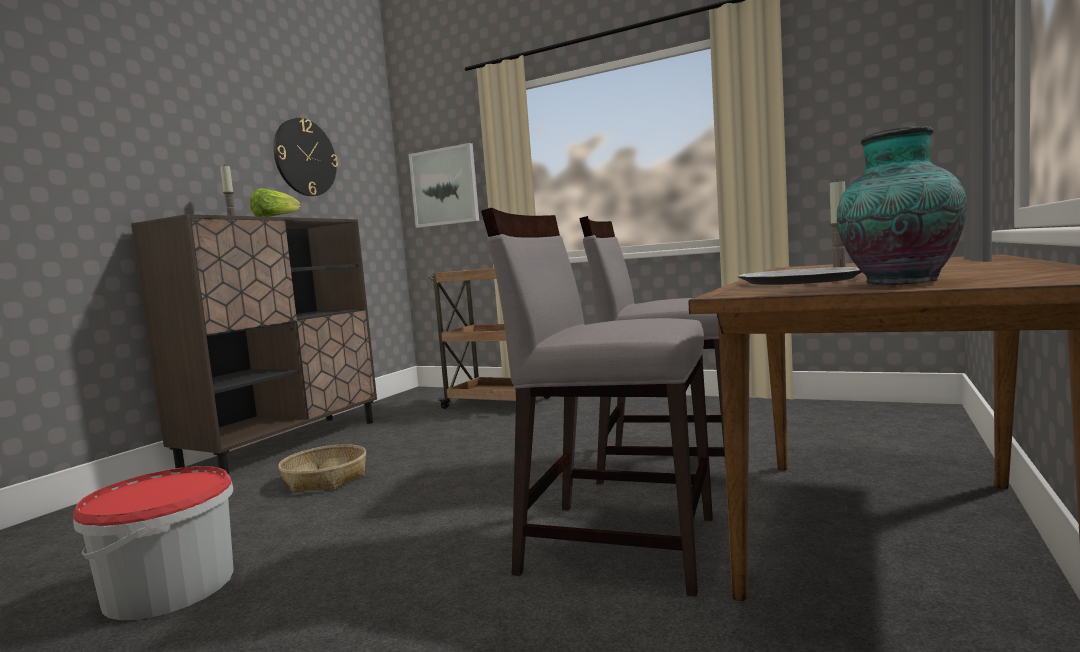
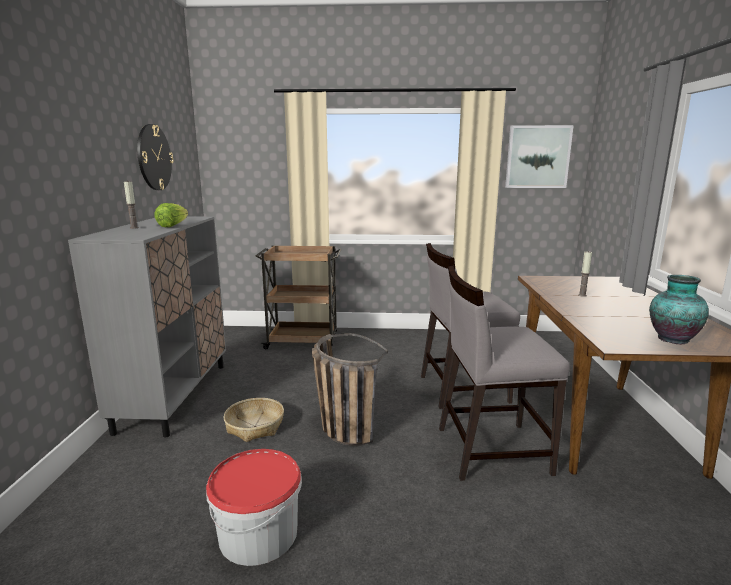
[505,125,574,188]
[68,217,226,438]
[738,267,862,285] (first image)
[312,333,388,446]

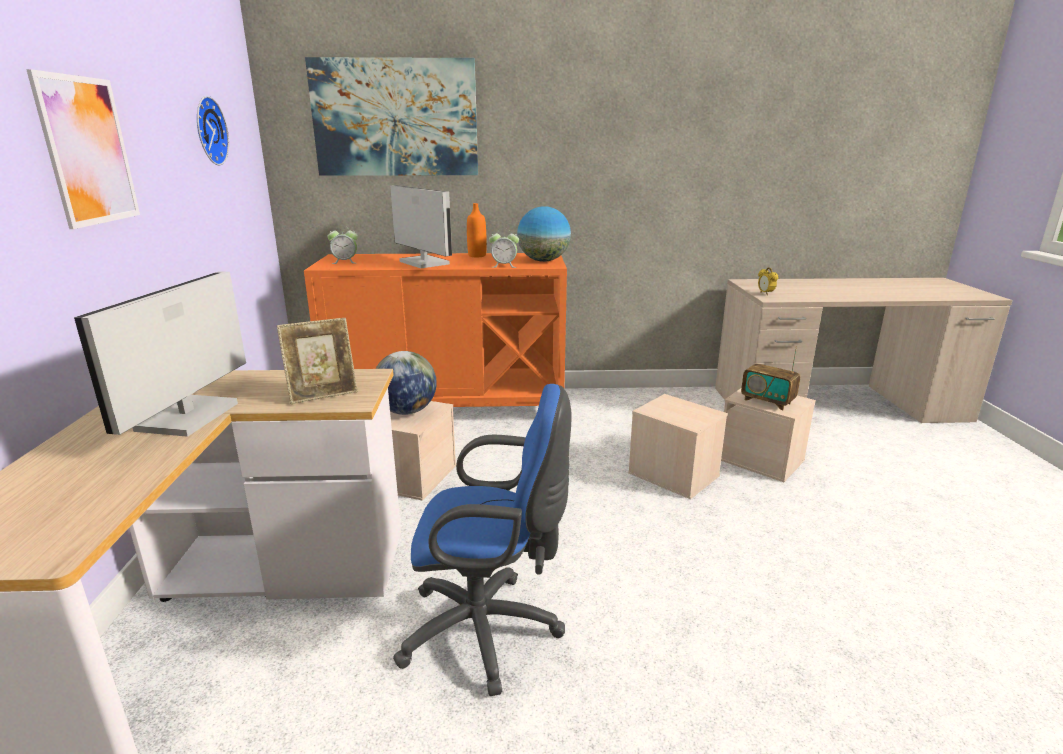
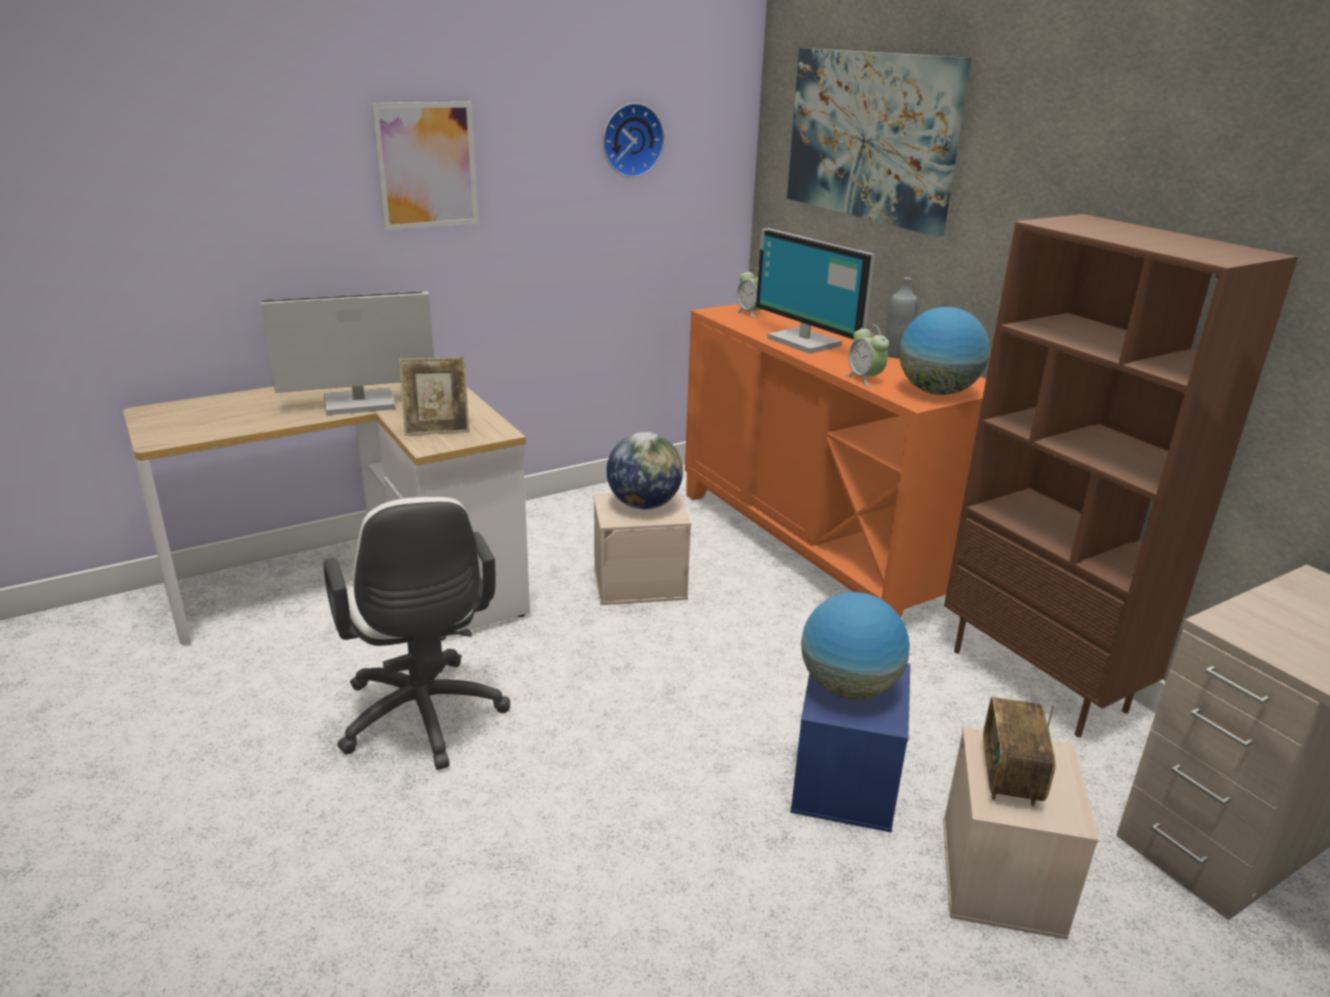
[756,228,875,354]
[885,277,918,358]
[758,268,778,295] (first image)
[399,357,470,436]
[323,497,510,770]
[790,663,910,833]
[944,214,1298,737]
[801,592,910,700]

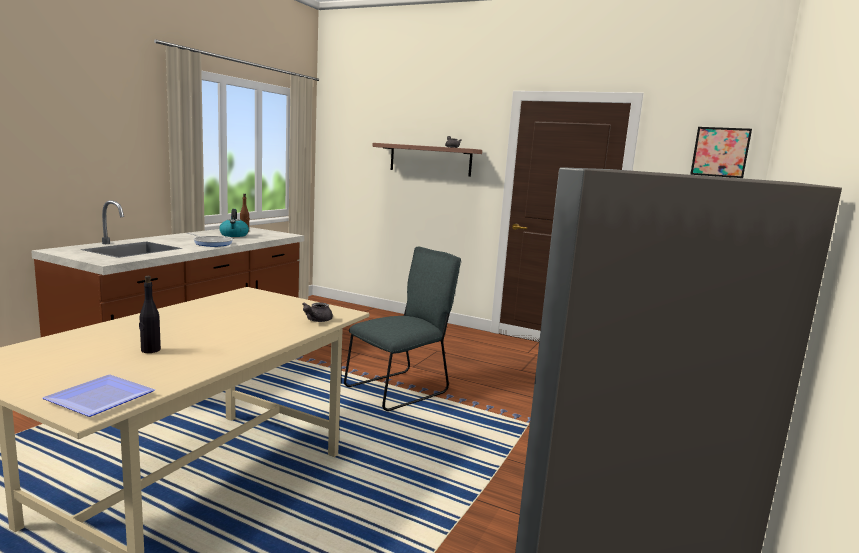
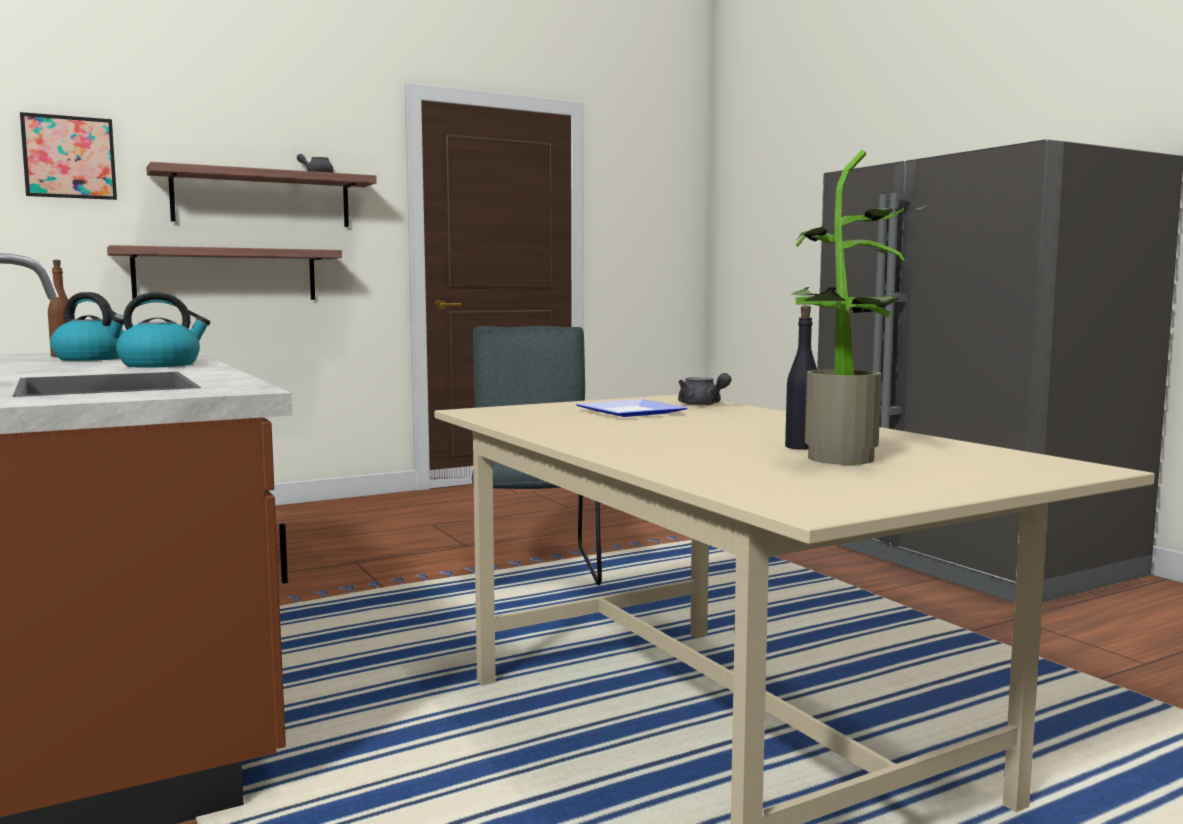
[20,112,117,200]
[116,292,210,368]
[576,399,688,417]
[791,150,928,465]
[107,245,342,300]

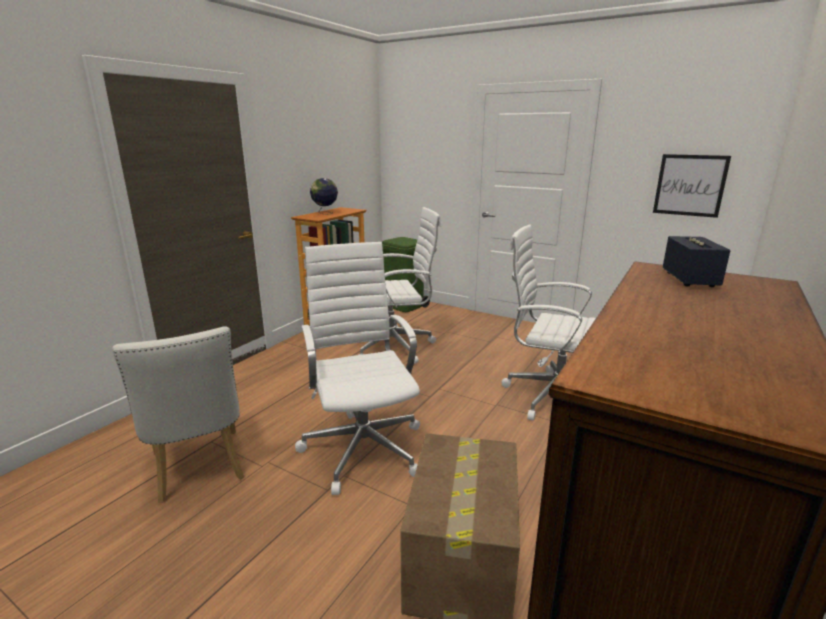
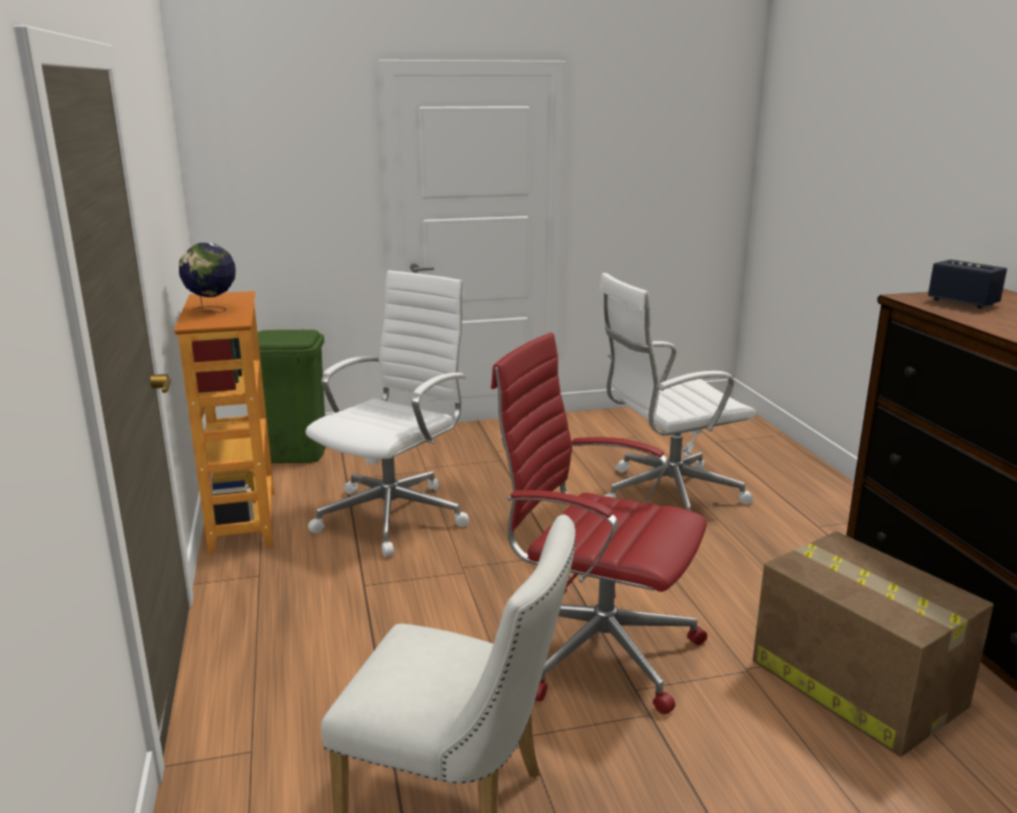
[653,154,731,218] (first image)
[491,333,707,714]

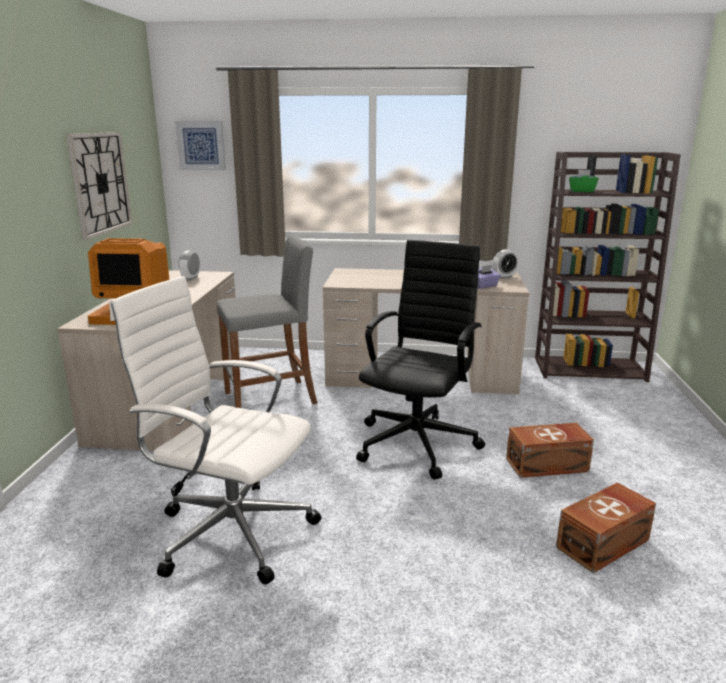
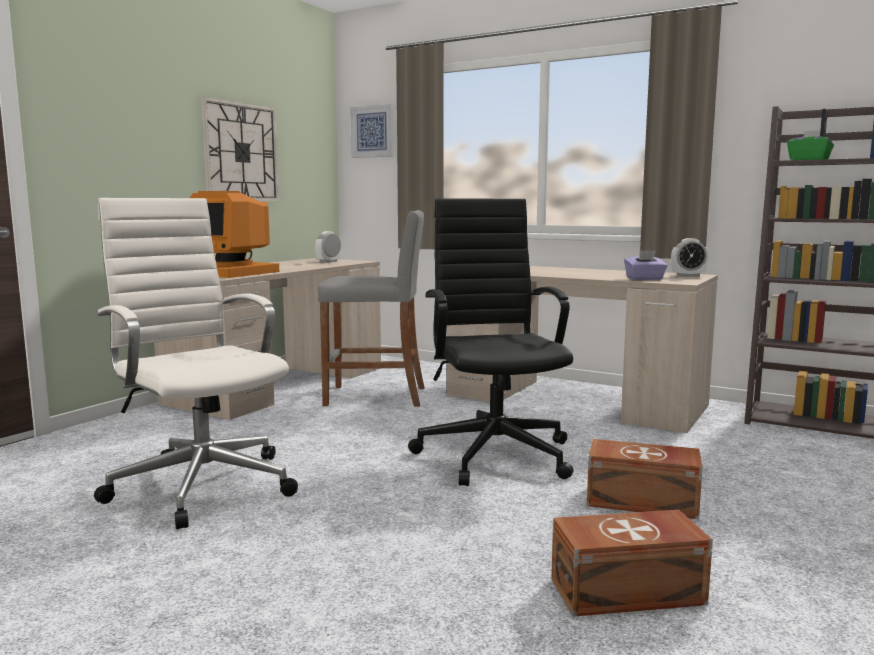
[408,199,574,486]

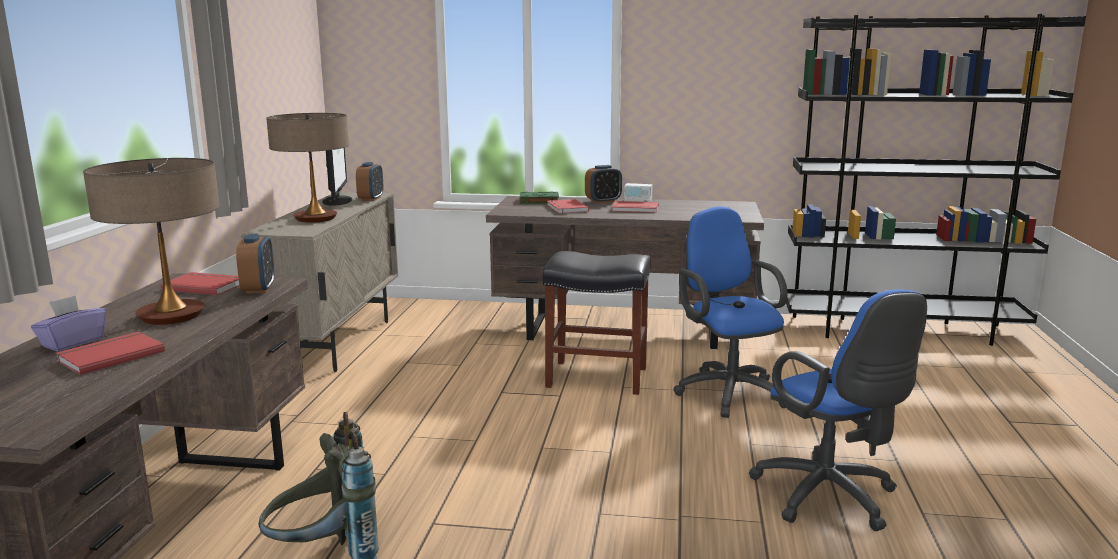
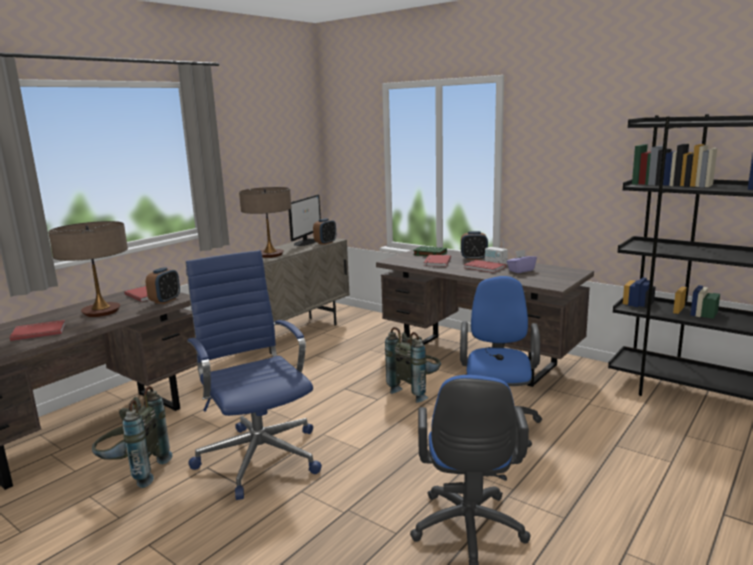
[385,327,441,403]
[506,250,537,273]
[186,250,322,500]

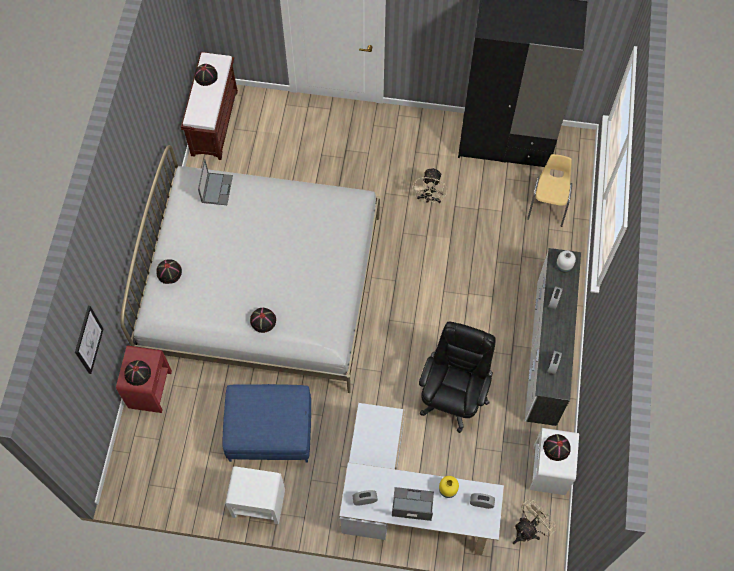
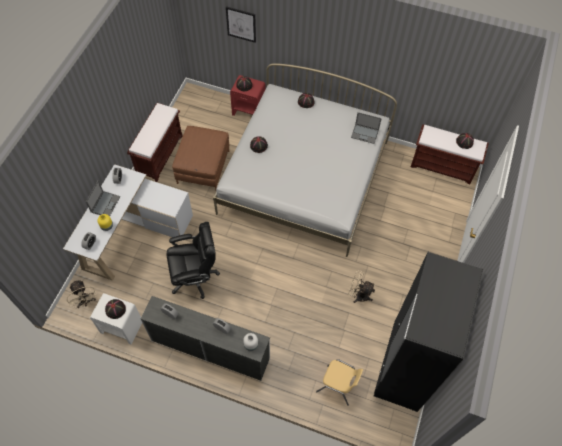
[167,222,220,299]
[172,126,230,191]
[127,103,182,182]

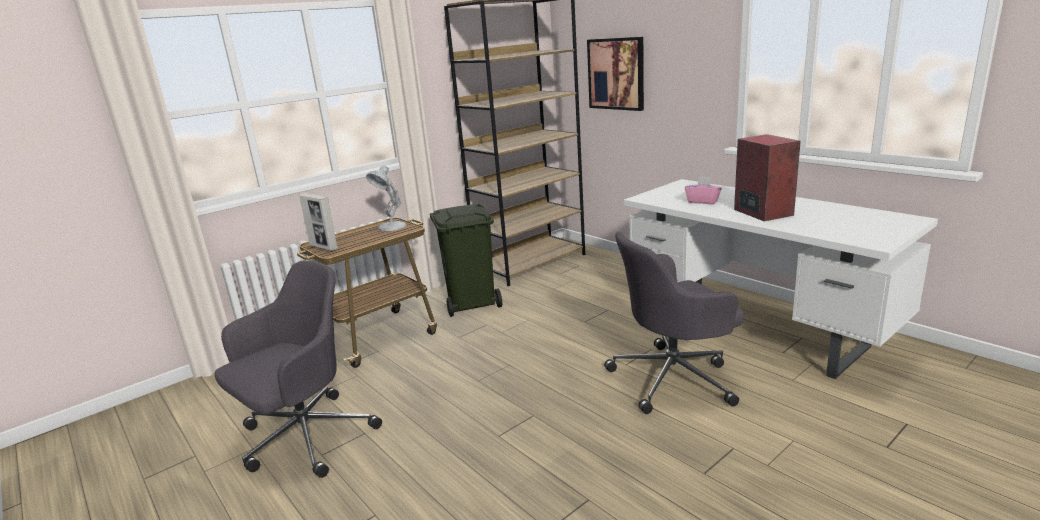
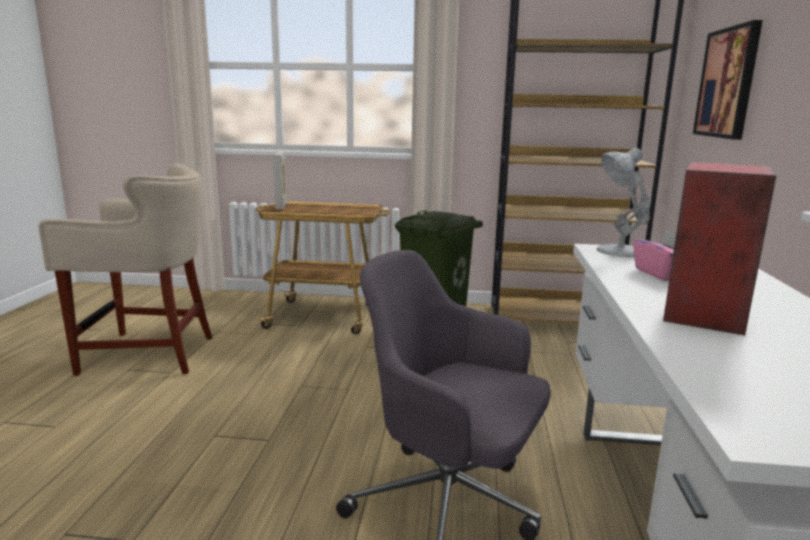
[597,148,650,257]
[38,164,212,376]

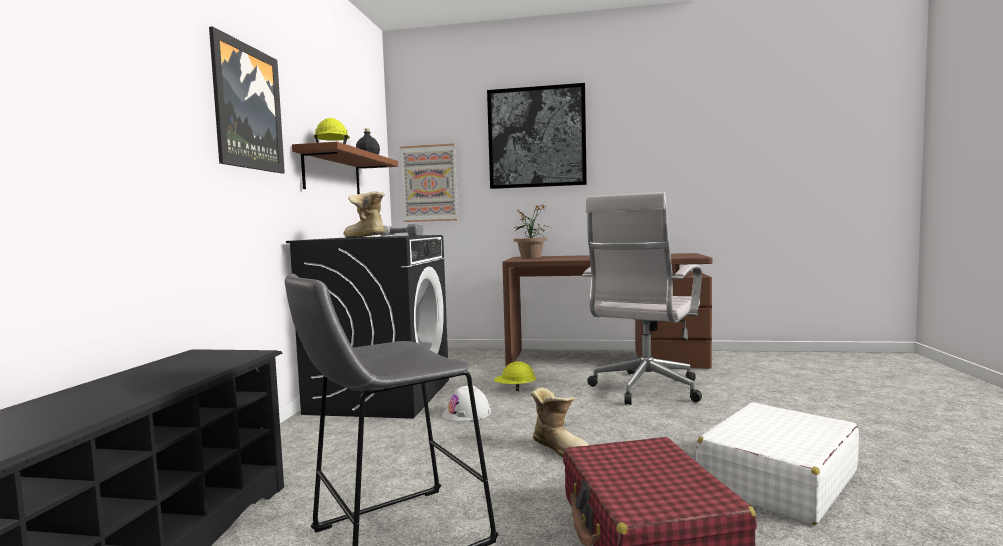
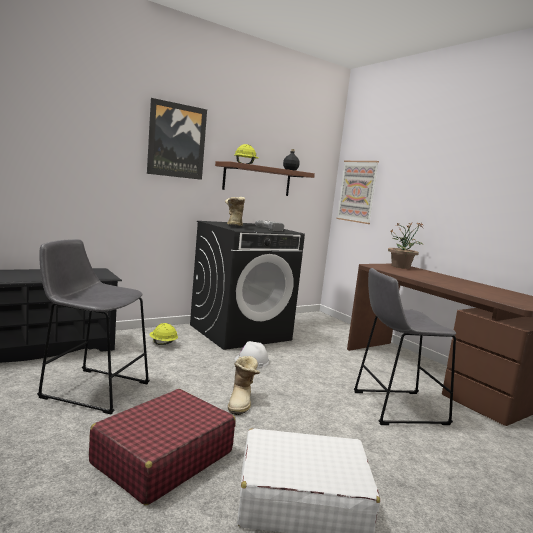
[487,83,587,189] (first image)
[354,268,457,425]
[150,323,178,345]

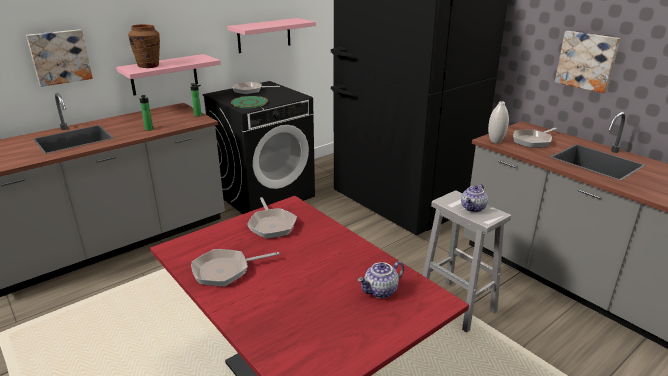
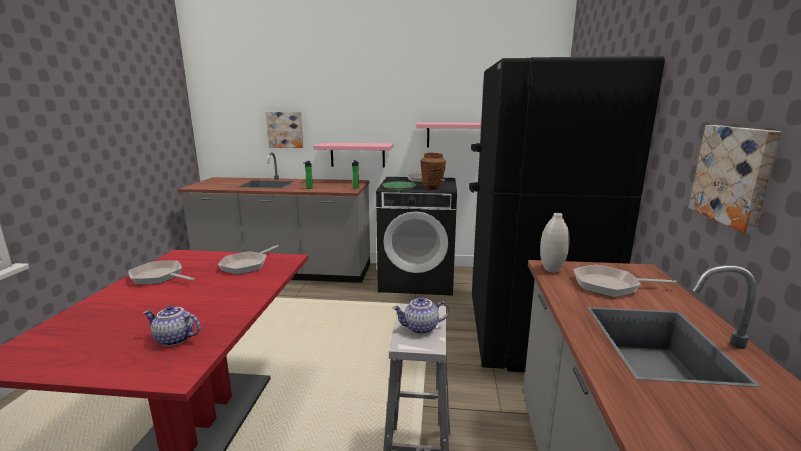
[420,153,446,190]

